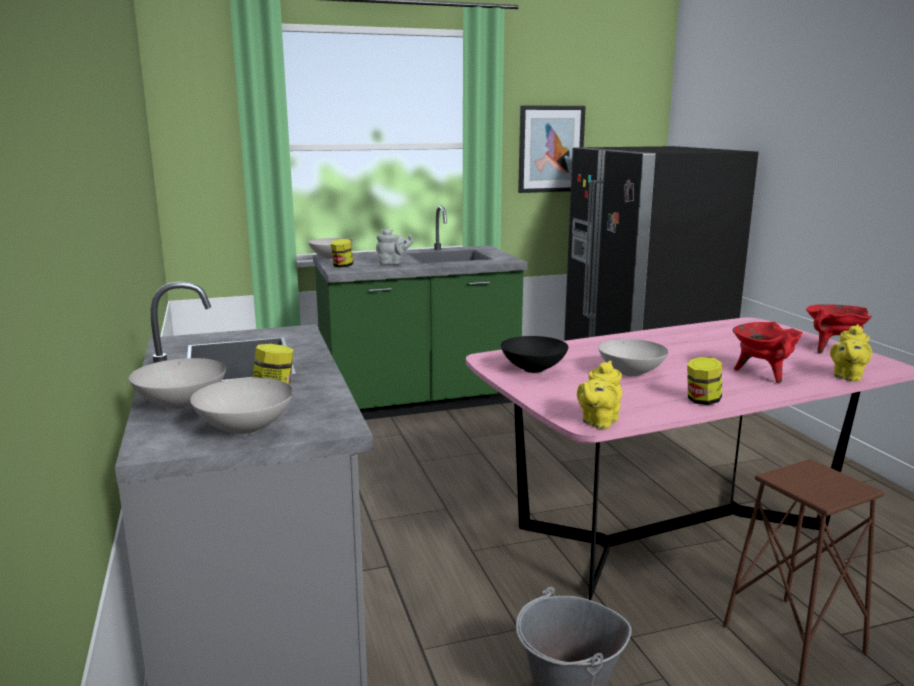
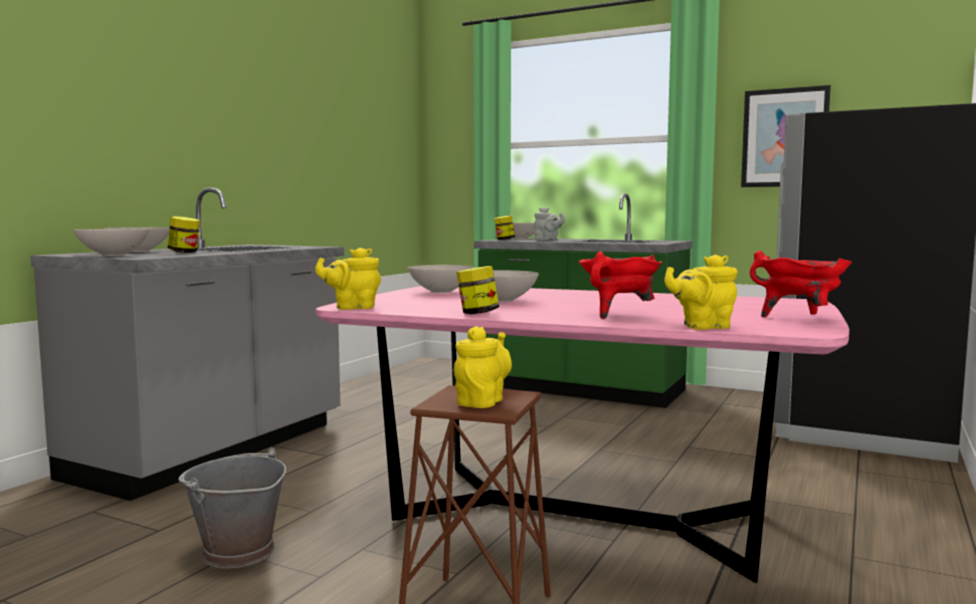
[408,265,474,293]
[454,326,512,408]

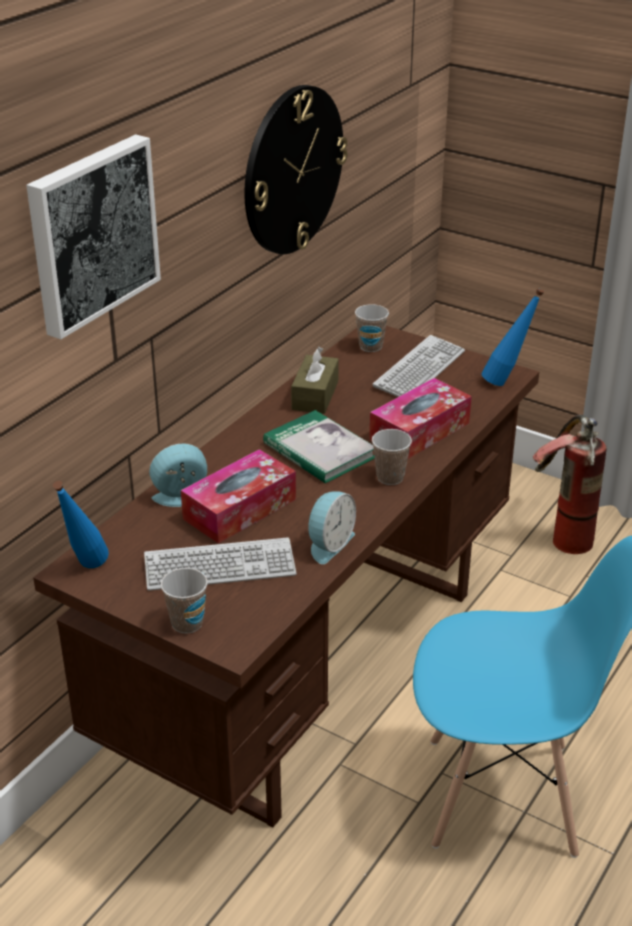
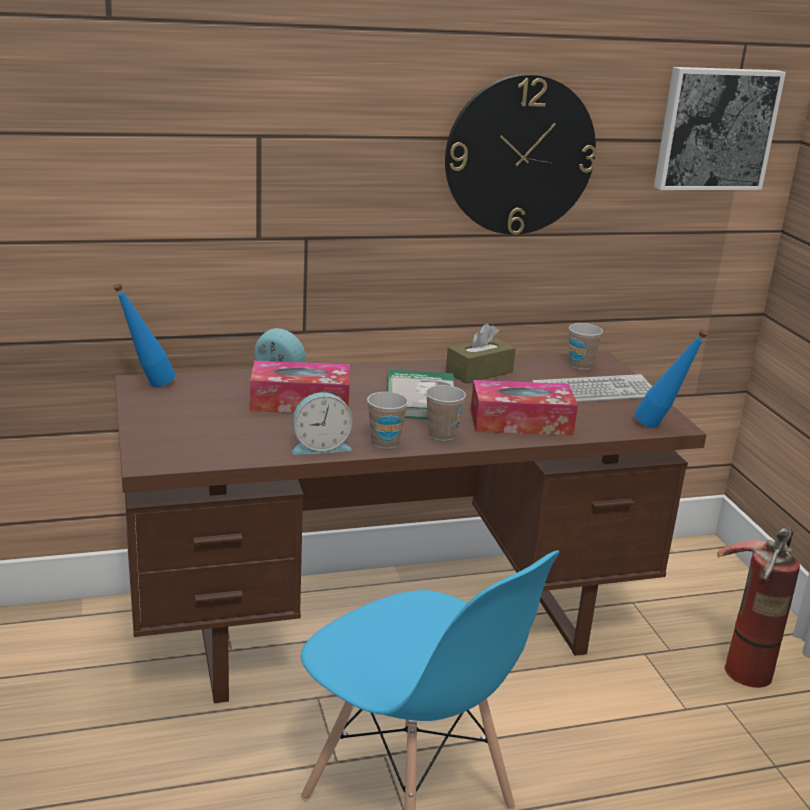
[654,67,786,190]
[144,537,296,591] (first image)
[367,392,408,449]

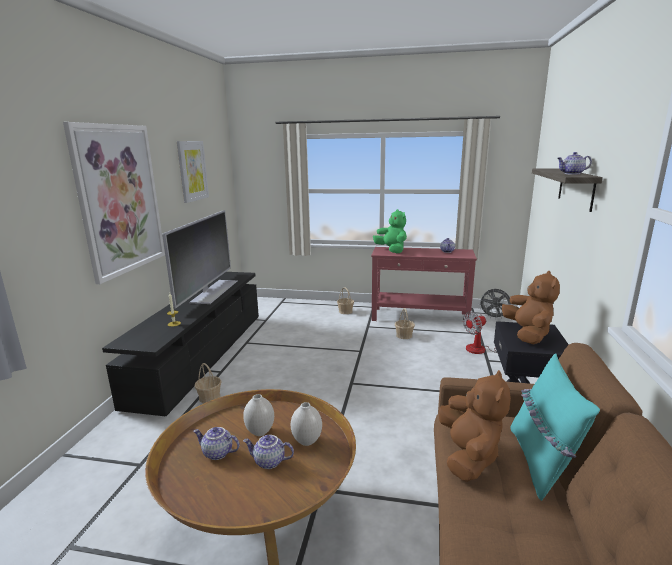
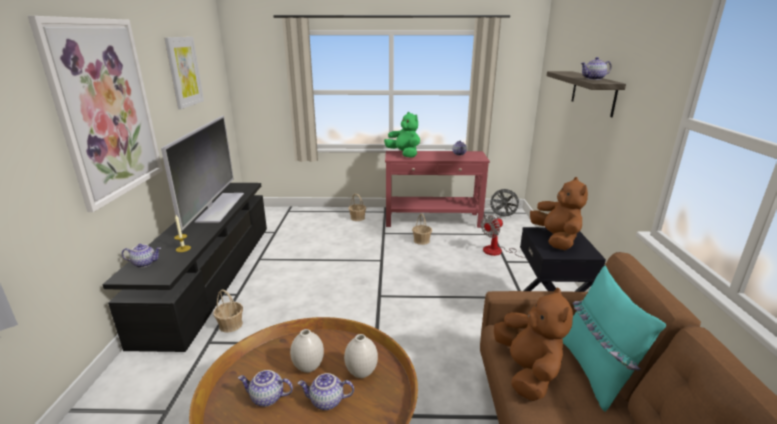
[122,244,161,268]

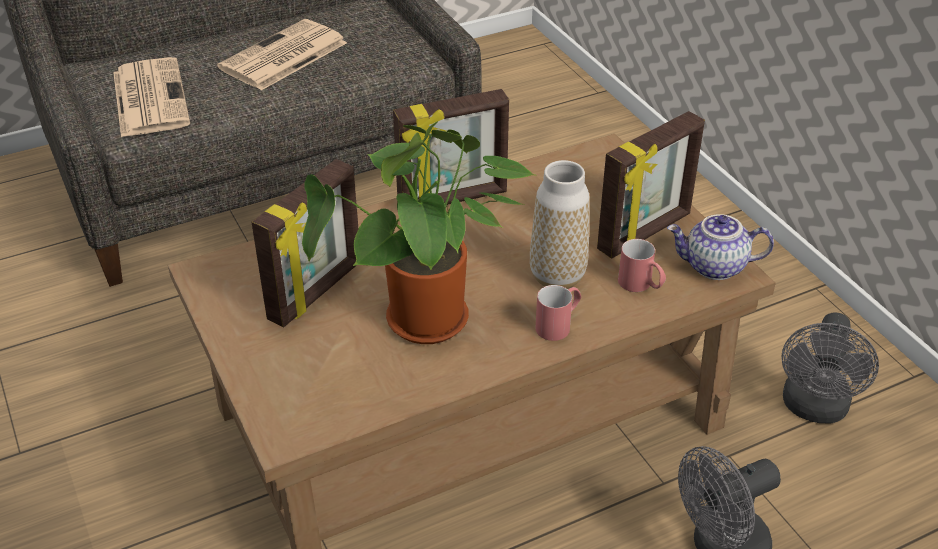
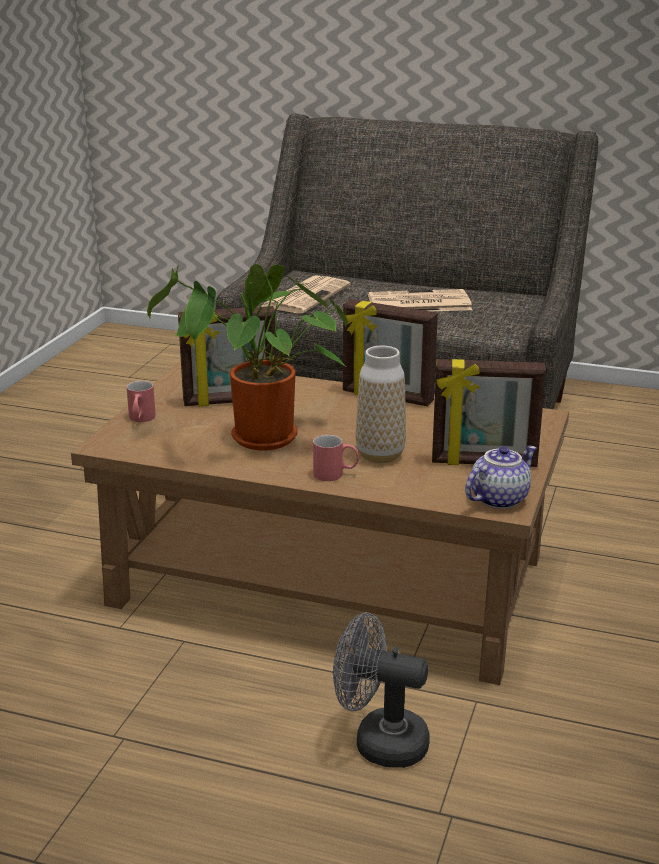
[465,446,537,509]
[126,381,156,422]
[781,313,879,423] (first image)

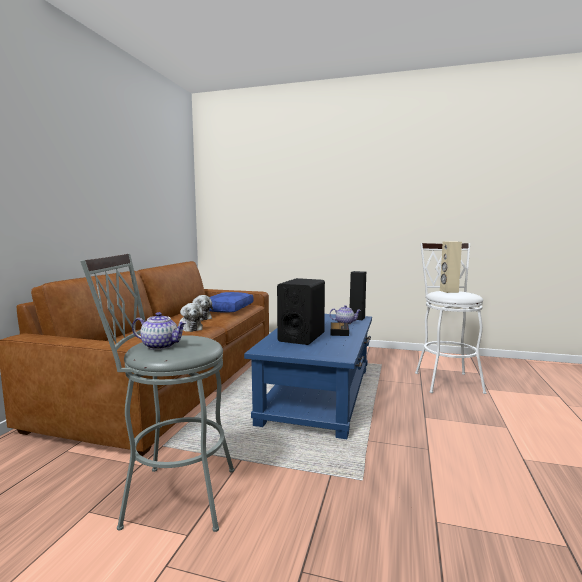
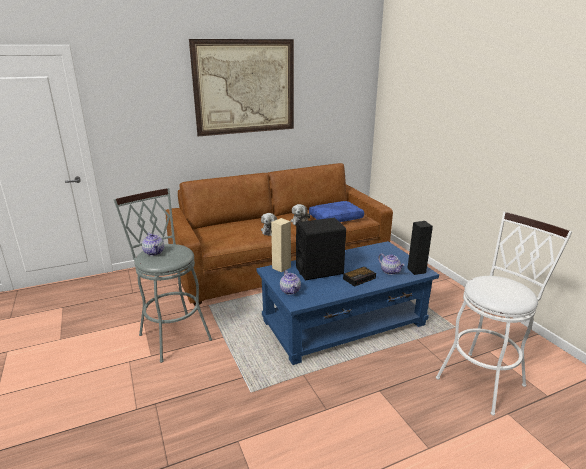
[271,218,291,273]
[189,39,294,136]
[280,270,301,295]

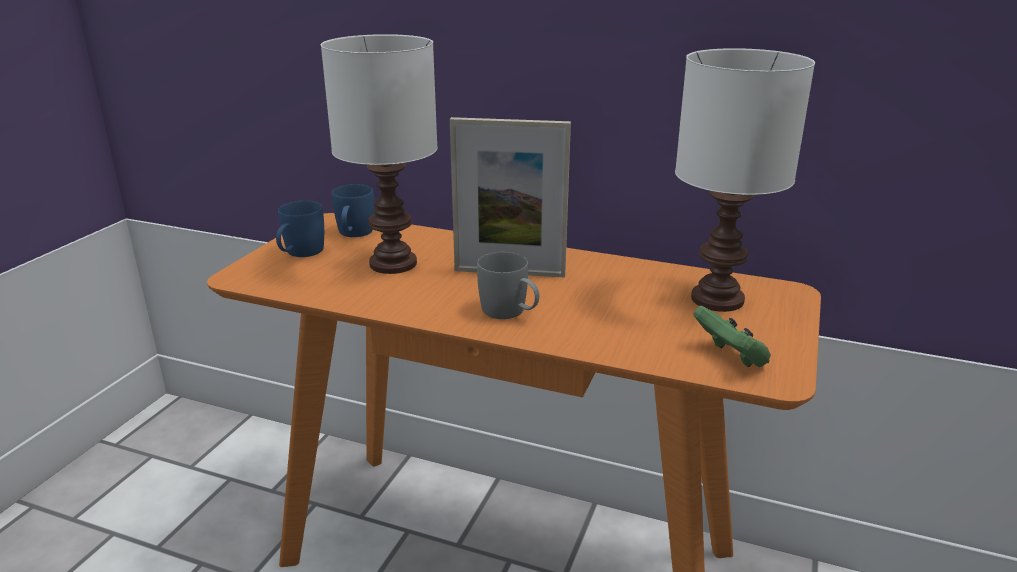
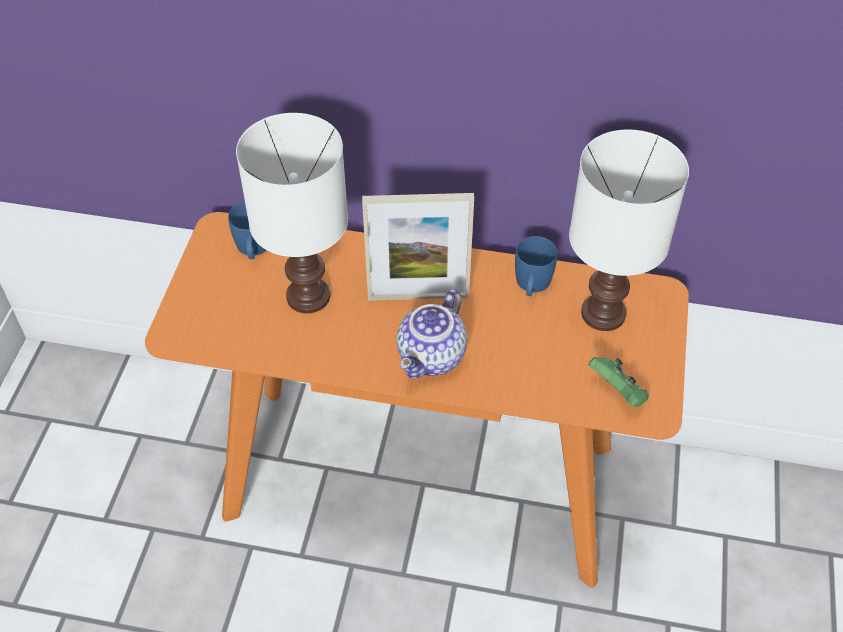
[515,236,558,296]
[397,289,467,378]

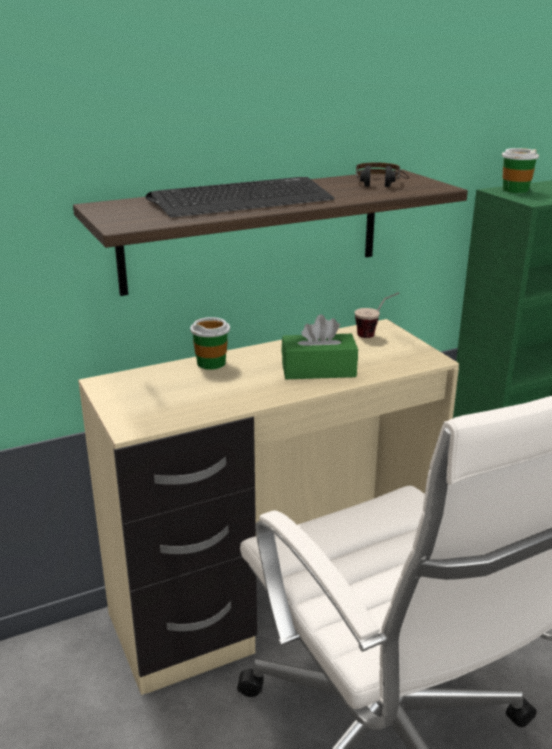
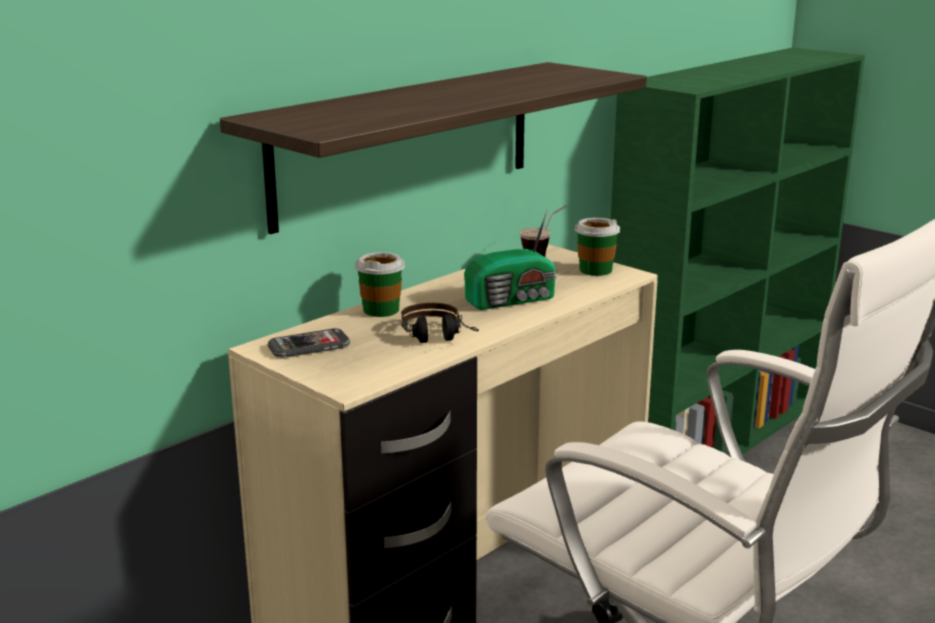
[574,218,620,276]
[401,303,479,343]
[146,177,334,218] (first image)
[464,208,557,310]
[268,328,350,358]

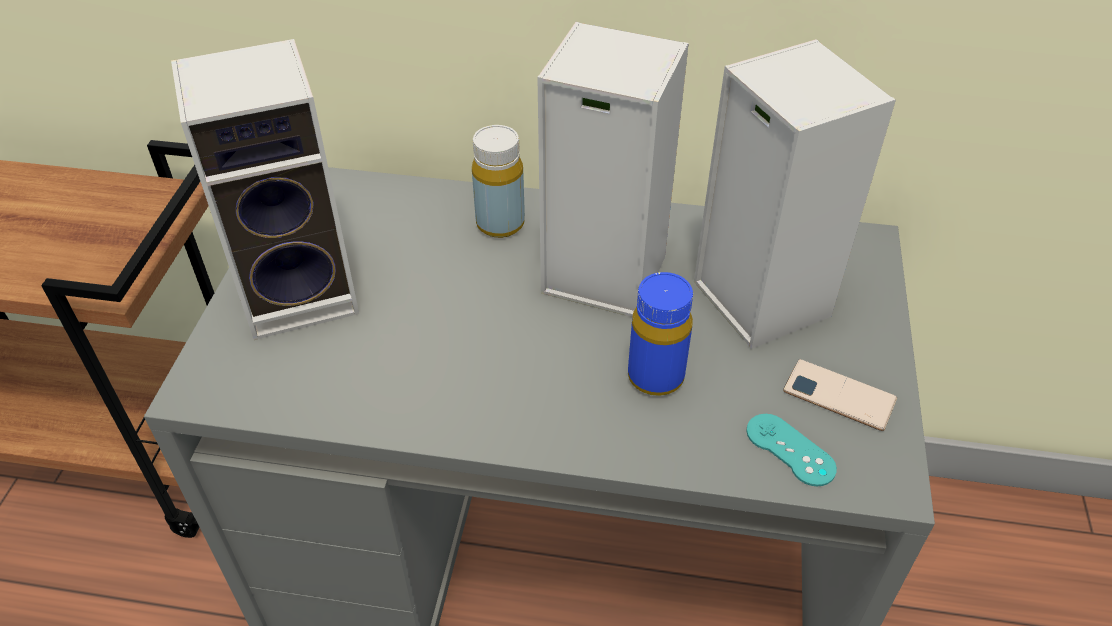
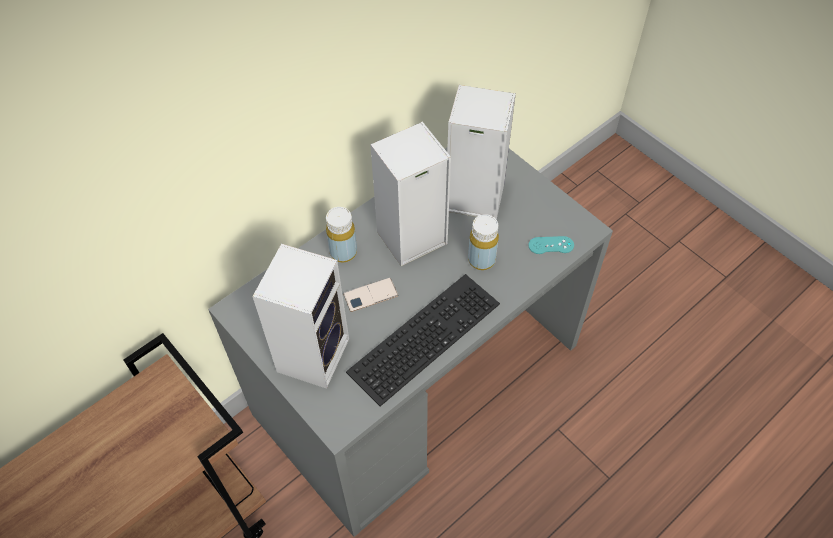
[468,214,499,270]
[343,278,398,312]
[346,274,500,406]

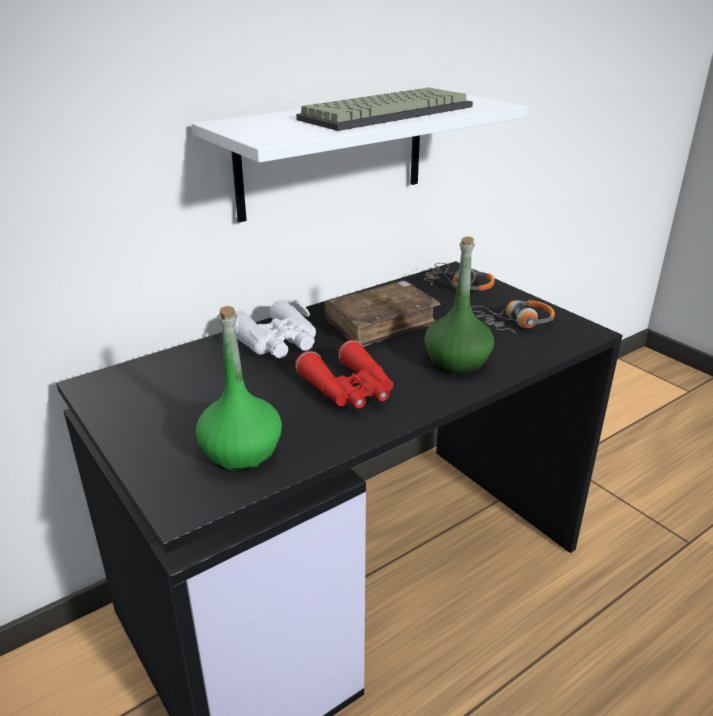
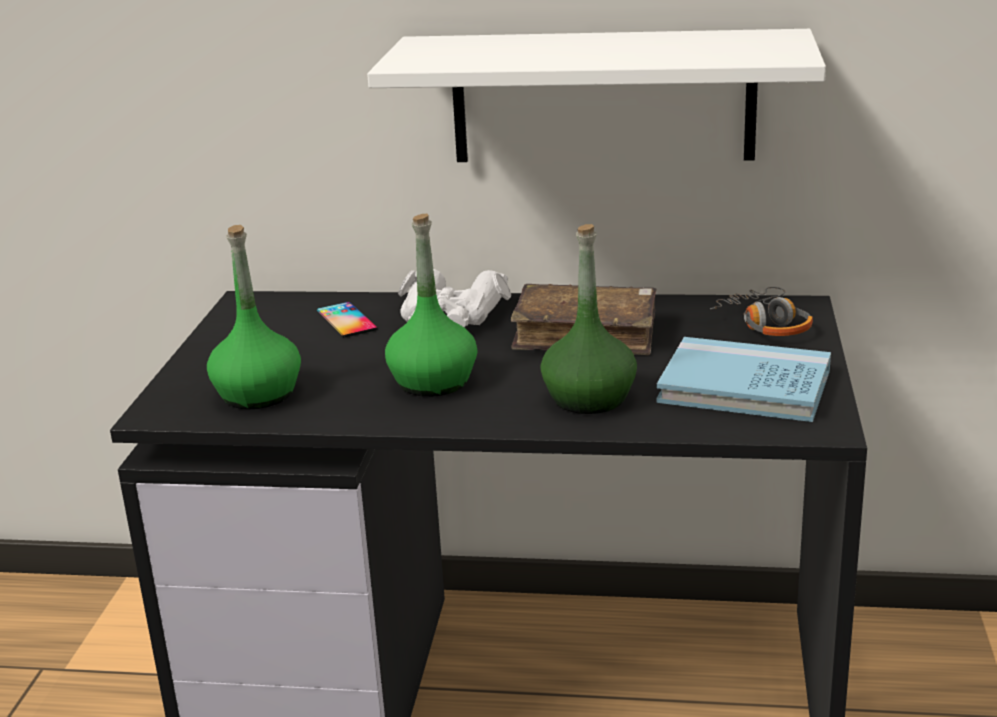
[296,87,473,131] (first image)
[657,337,831,422]
[385,214,477,397]
[317,302,378,338]

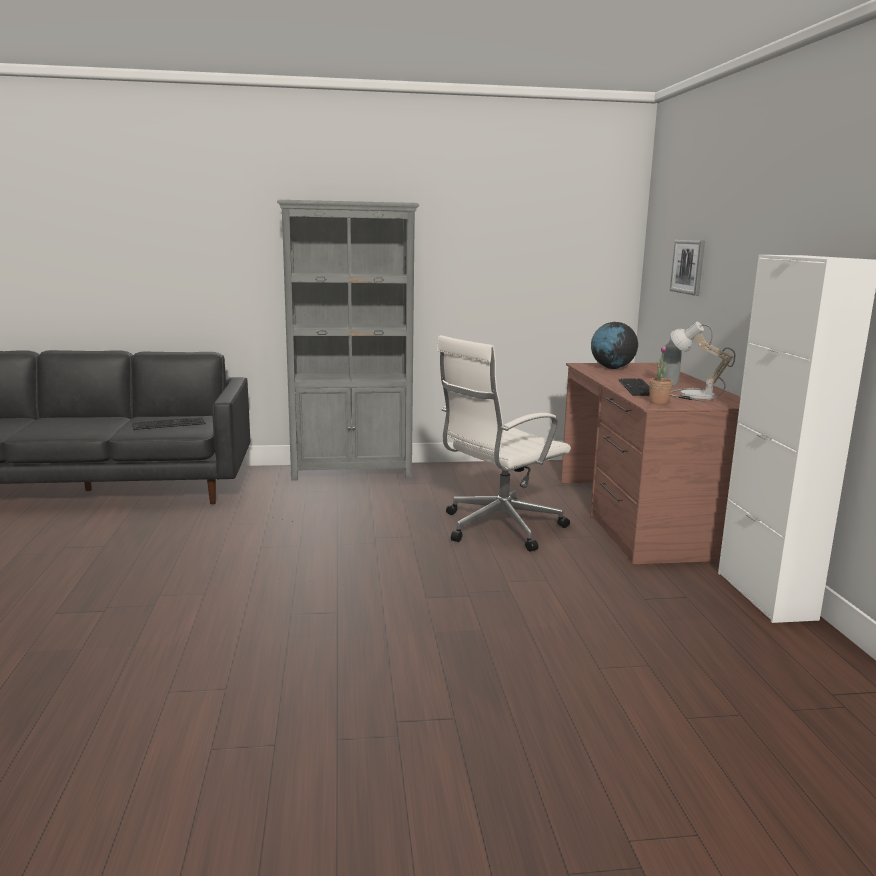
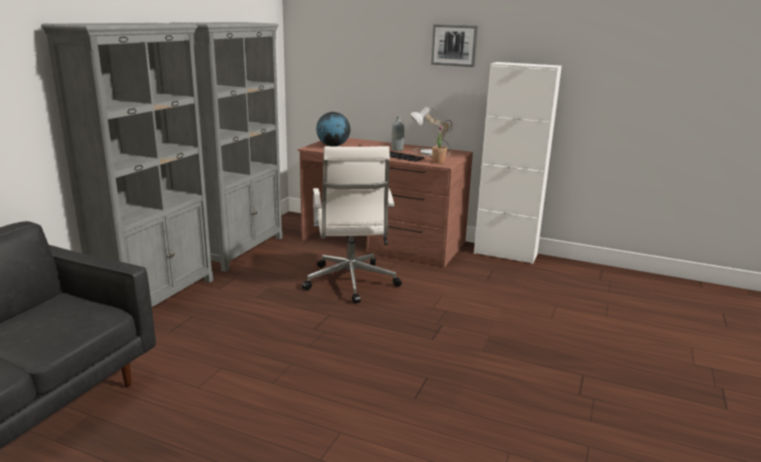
[431,24,478,67]
[132,417,206,430] (first image)
[173,22,283,272]

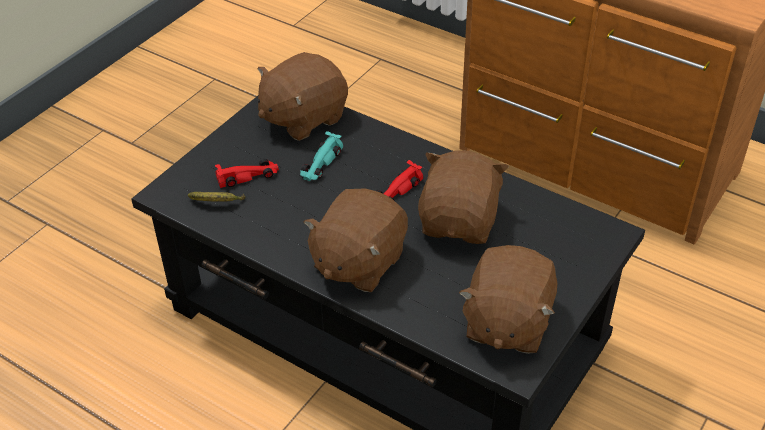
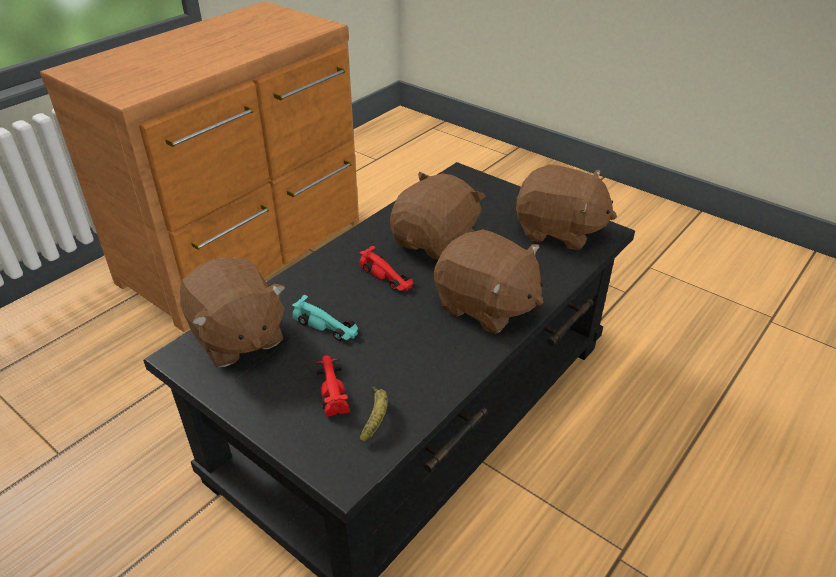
[390,172,486,260]

